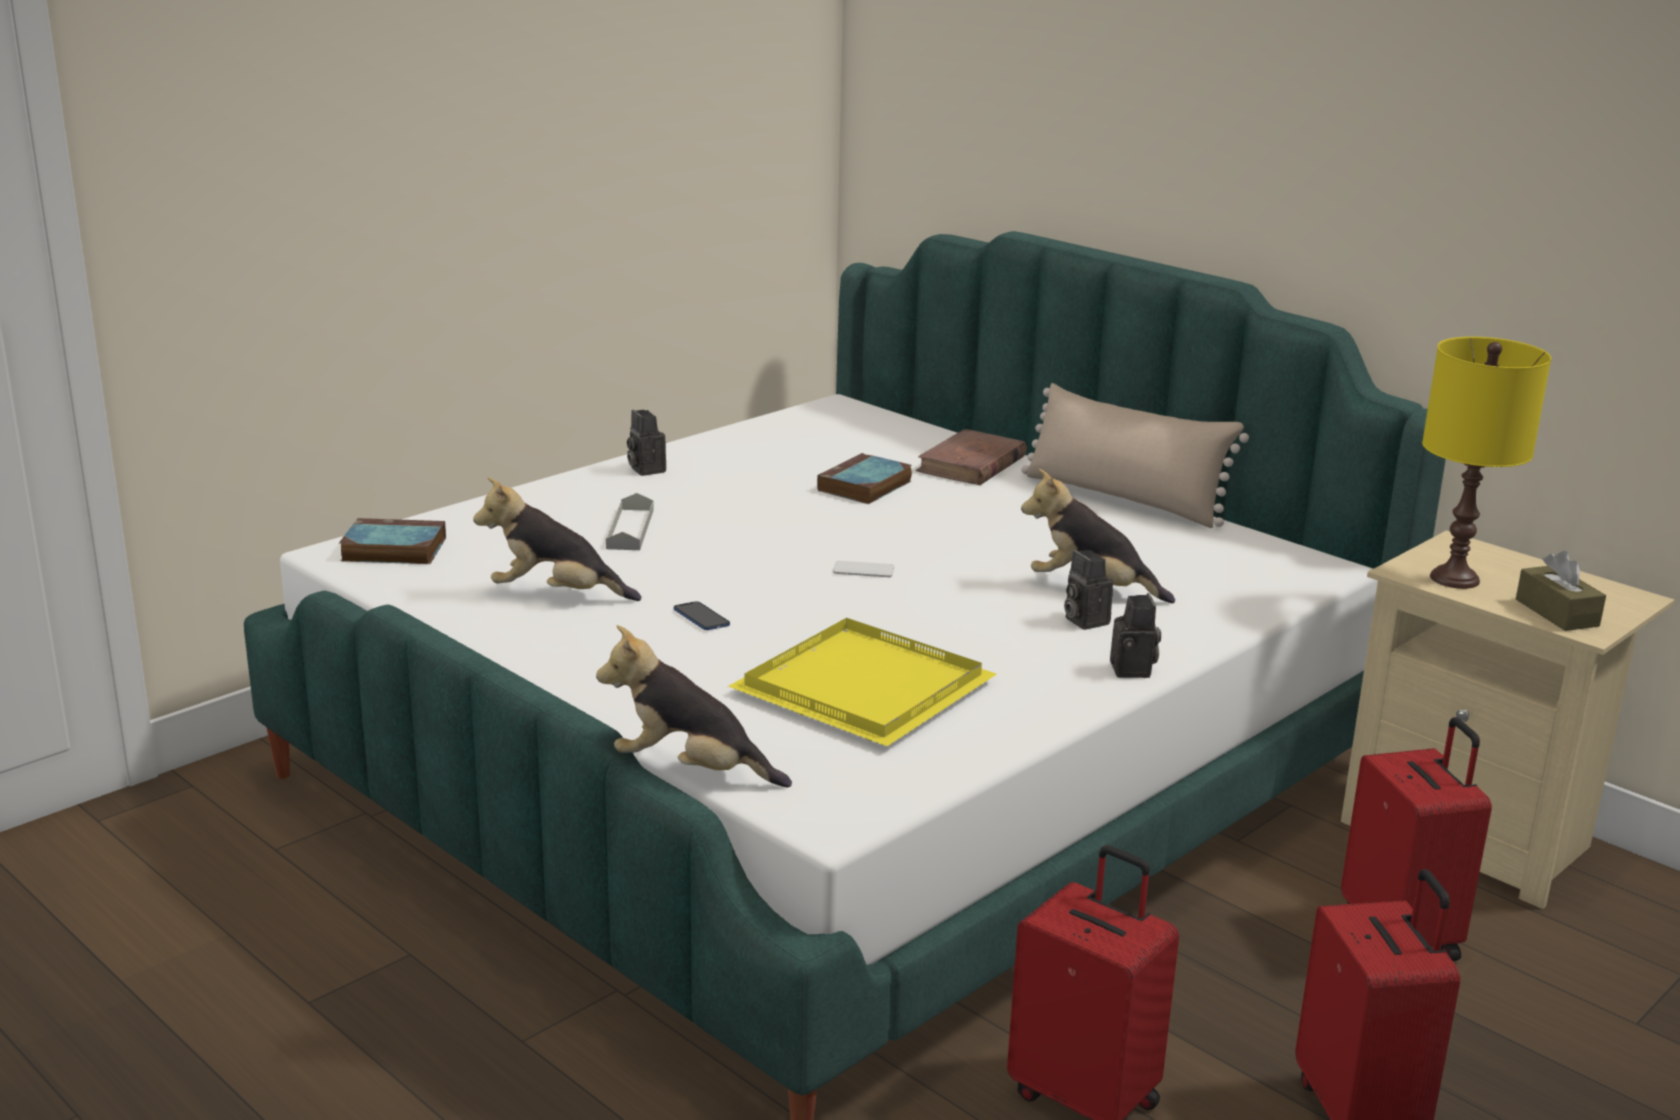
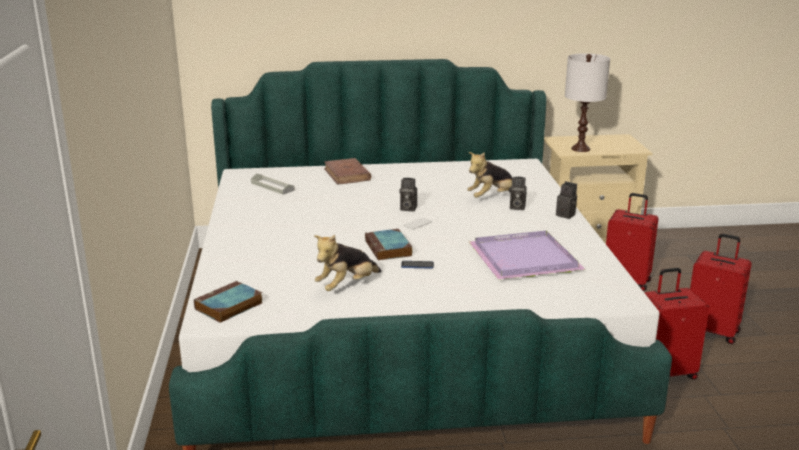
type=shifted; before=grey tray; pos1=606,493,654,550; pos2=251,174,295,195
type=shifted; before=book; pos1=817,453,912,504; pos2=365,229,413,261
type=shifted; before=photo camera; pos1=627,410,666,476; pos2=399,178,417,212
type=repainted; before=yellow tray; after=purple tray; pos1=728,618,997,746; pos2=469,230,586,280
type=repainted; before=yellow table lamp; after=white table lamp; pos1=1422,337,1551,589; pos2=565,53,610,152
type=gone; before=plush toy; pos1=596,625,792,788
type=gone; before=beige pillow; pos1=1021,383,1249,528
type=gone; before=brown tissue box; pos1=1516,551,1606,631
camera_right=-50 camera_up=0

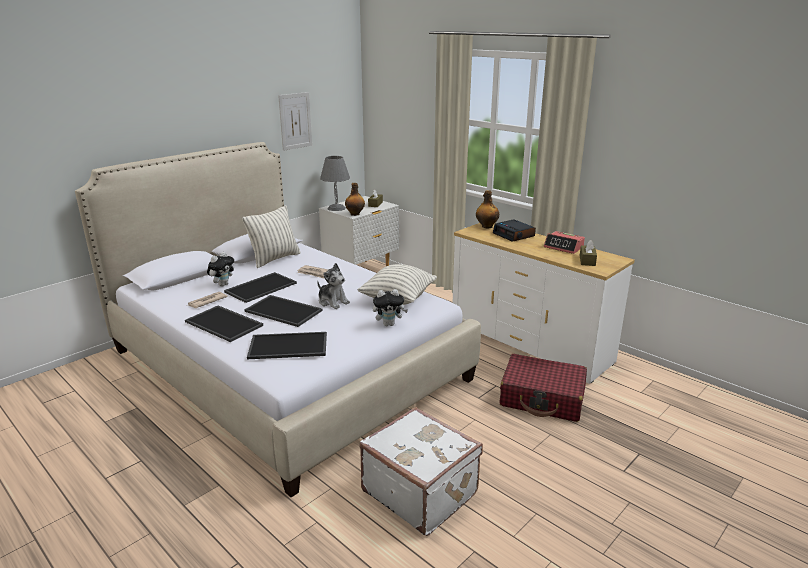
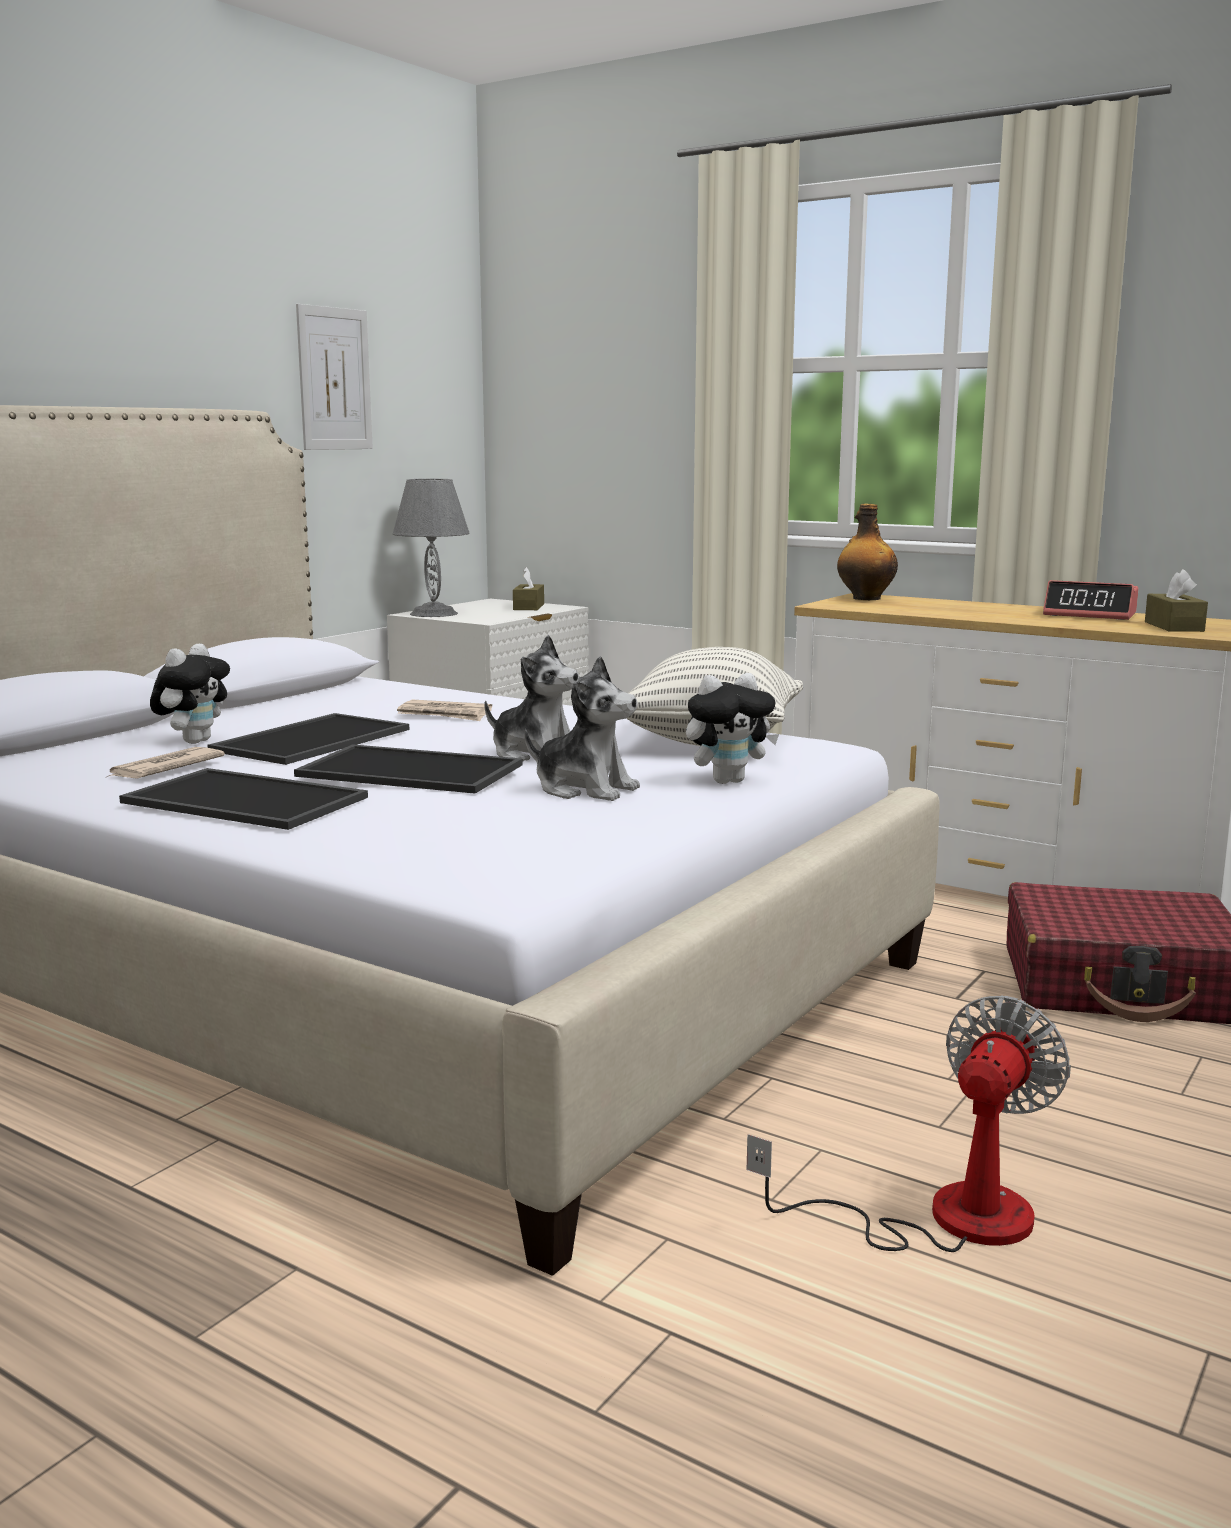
type=new; after=plush toy; pos2=524,656,640,801
type=swapped; before=white suitcase; after=fan; pos1=360,407,483,536; pos2=747,995,1071,1252
type=gone; before=pillow; pos1=242,206,301,268
type=gone; before=tray; pos1=247,332,327,359
type=gone; before=bottle; pos1=345,183,365,216
type=gone; before=alarm clock; pos1=493,219,536,242
camera_right=-10 camera_up=-10

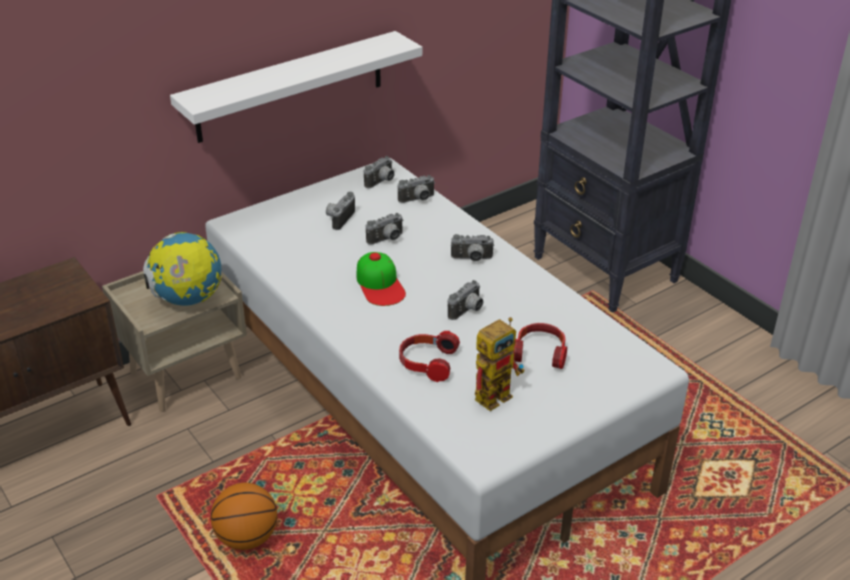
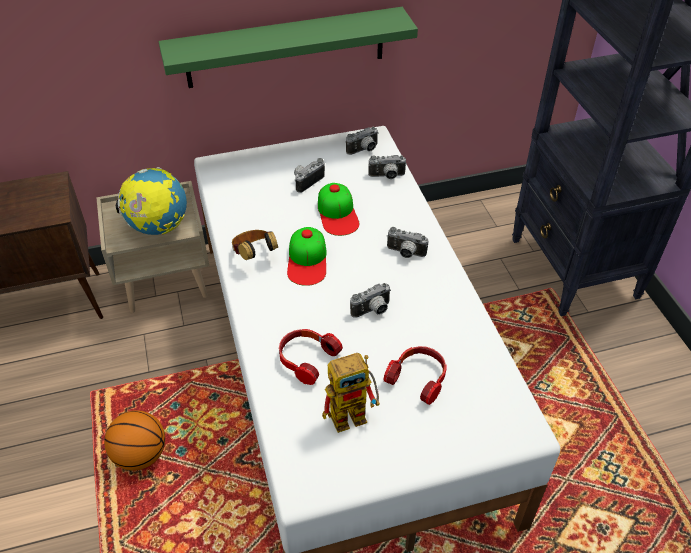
type=repainted; before=white shelf; after=green shelf; pos1=170,31,422,143; pos2=158,7,418,88
type=new; after=headphones; pos2=232,230,278,260
type=swapped; before=photo camera; after=cap; pos1=366,213,403,245; pos2=318,183,359,236
camera_right=20 camera_up=10

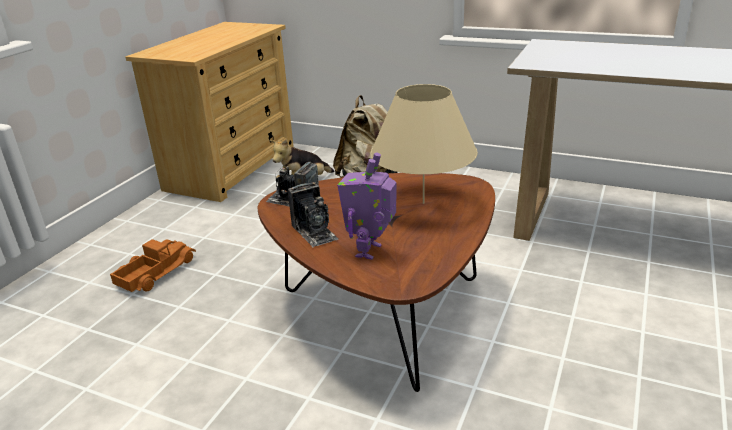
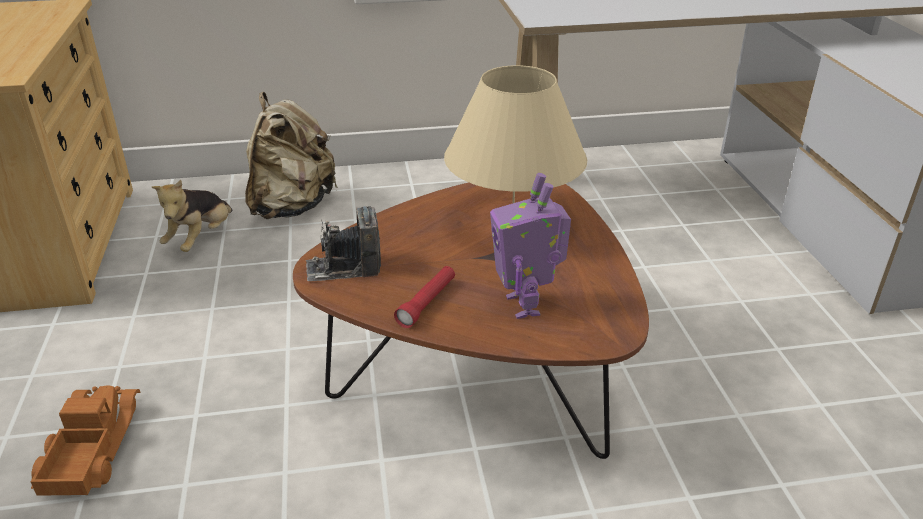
type=swapped; before=photo camera; after=red flashlight; pos1=288,182,338,247; pos2=394,266,455,328
camera_right=-35 camera_up=5

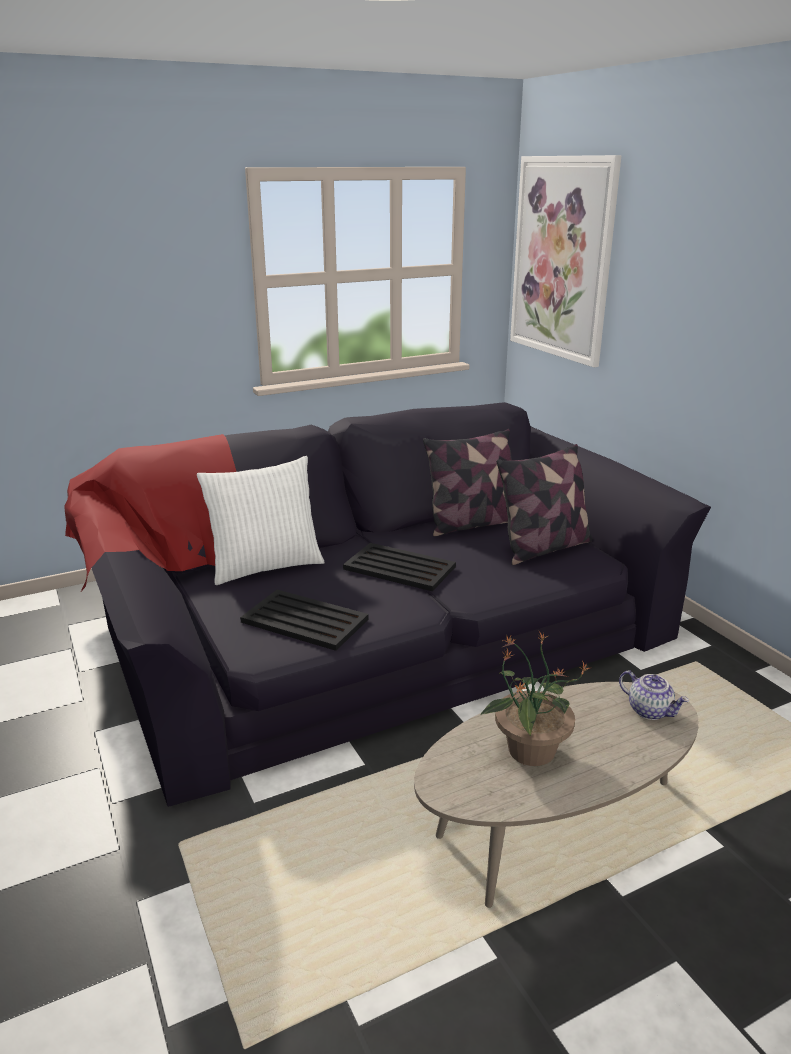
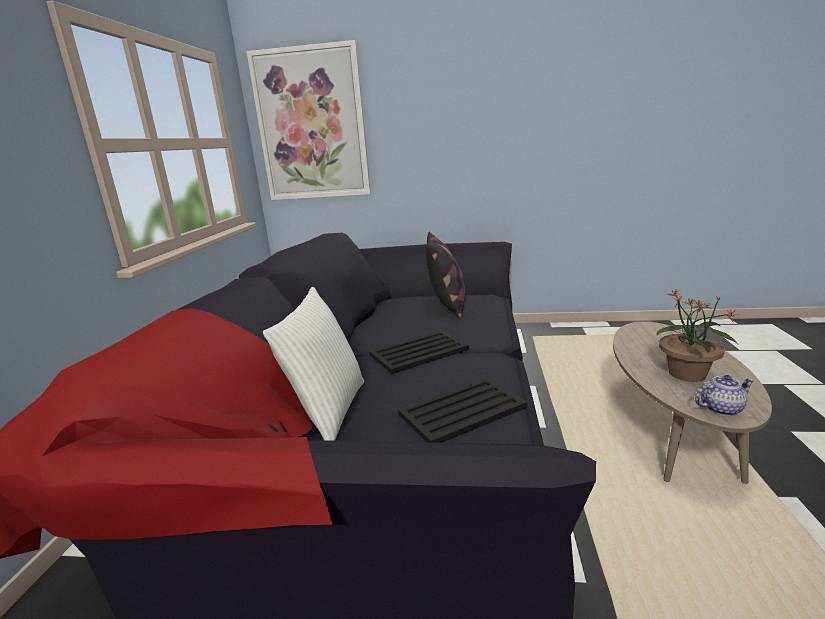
type=shifted; before=teapot; pos1=619,670,689,720; pos2=695,375,755,416
type=gone; before=pillow; pos1=423,429,512,536
camera_right=-55 camera_up=-5

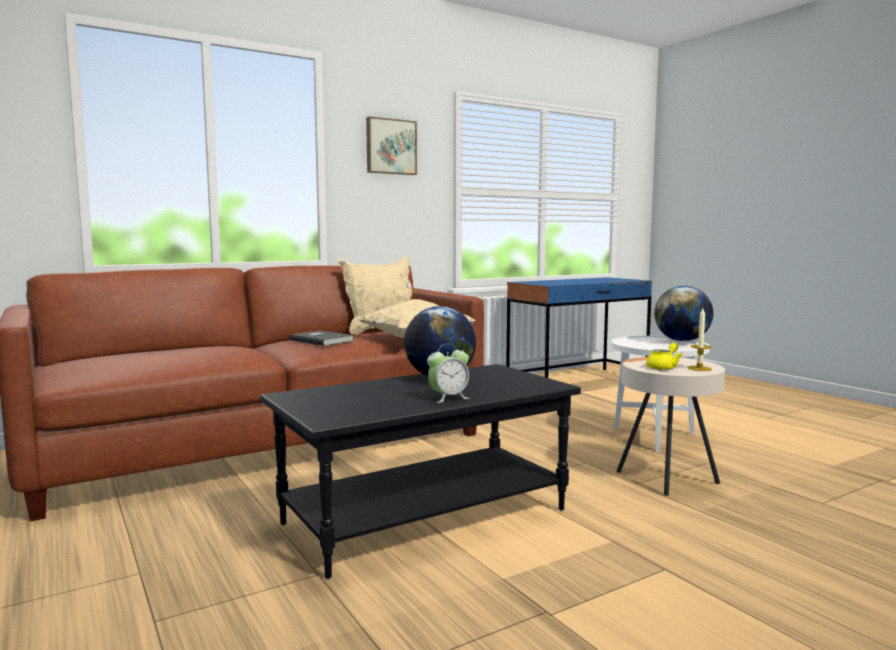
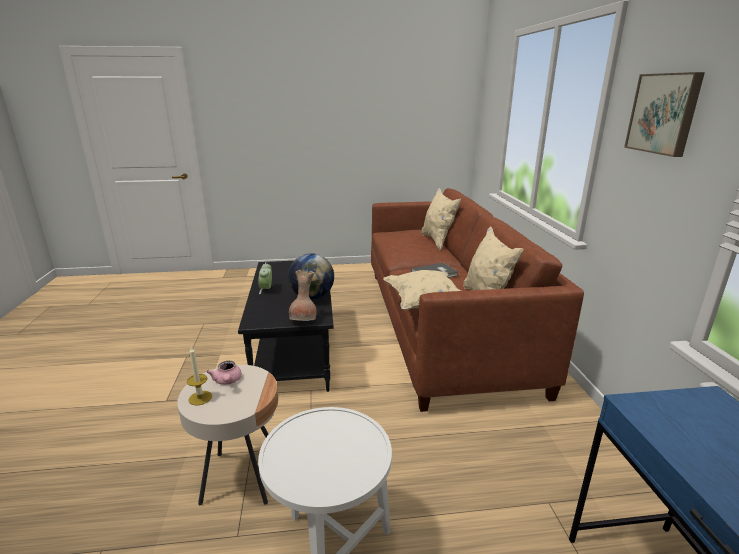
type=repainted; before=yellow teapot; after=pink teapot; pos1=646,343,683,370; pos2=207,361,242,385
type=new; after=brown vase; pos2=289,270,317,321
type=new; after=beige pillow; pos2=421,188,461,250
type=gone; before=globe; pos1=654,286,713,341
camera_right=115 camera_up=15

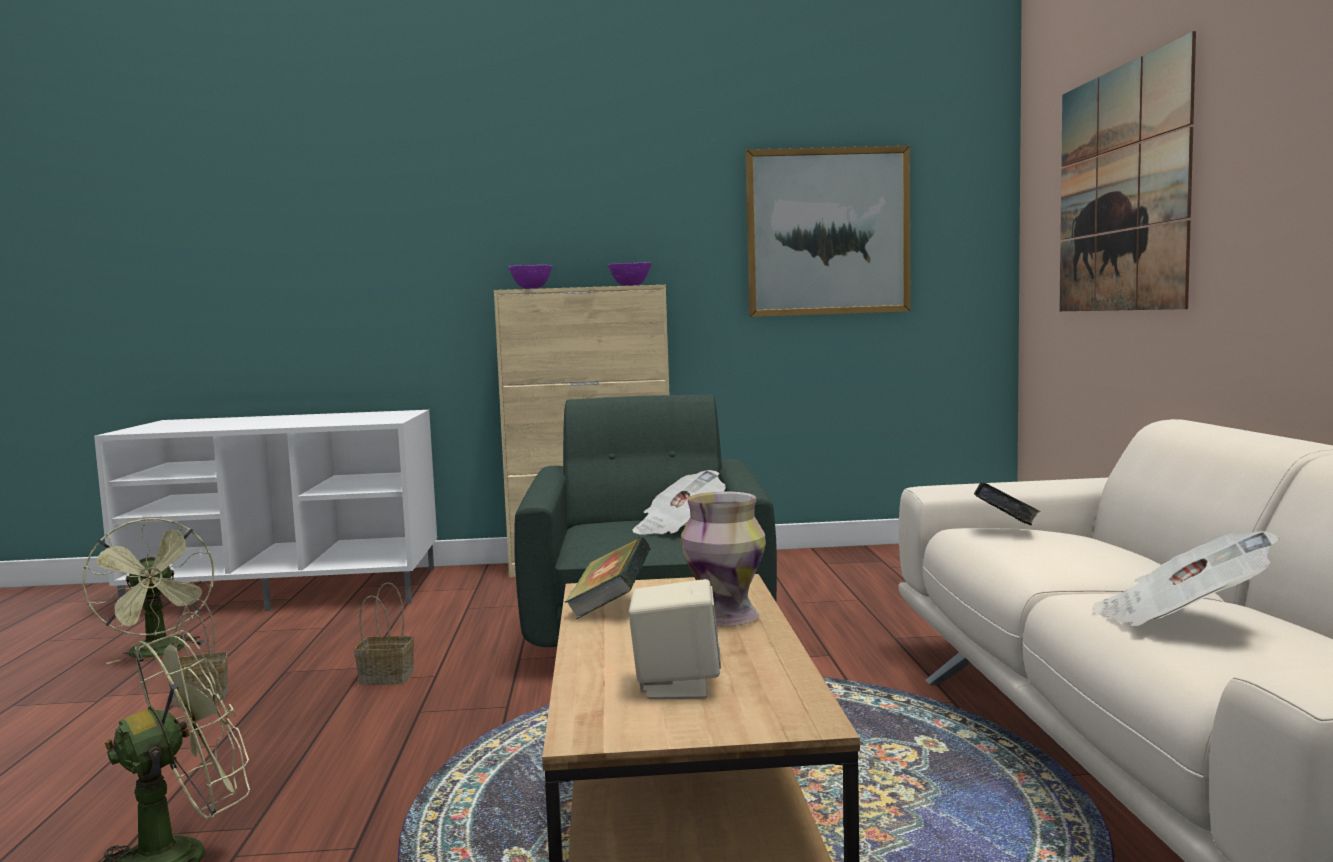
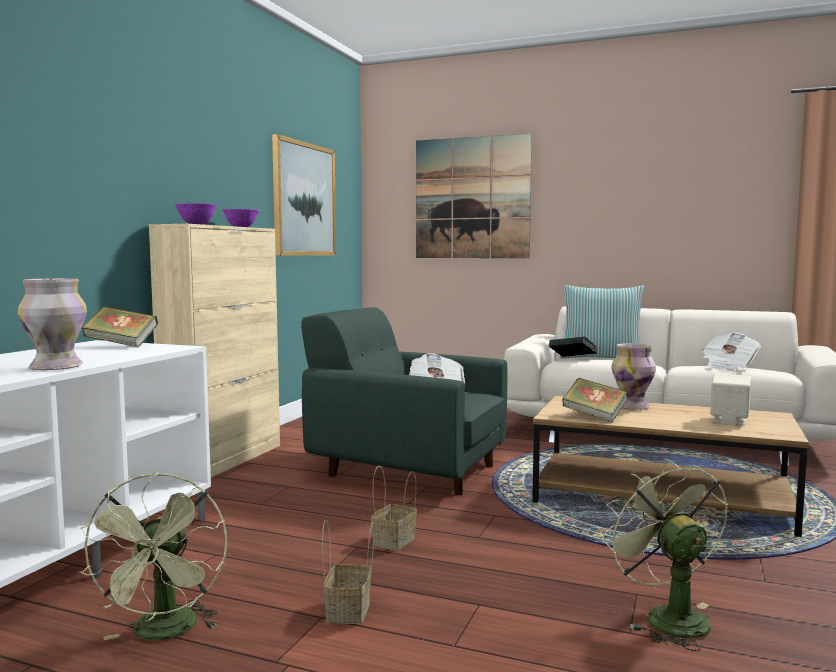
type=new; after=vase; pos2=18,278,87,370
type=rotated; before=green fan; pos1=83,518,214,664; pos2=78,472,227,640; turn=90
type=new; after=book; pos2=82,306,158,348
type=new; after=pillow; pos2=560,285,644,358
camera_right=-65 camera_up=0

